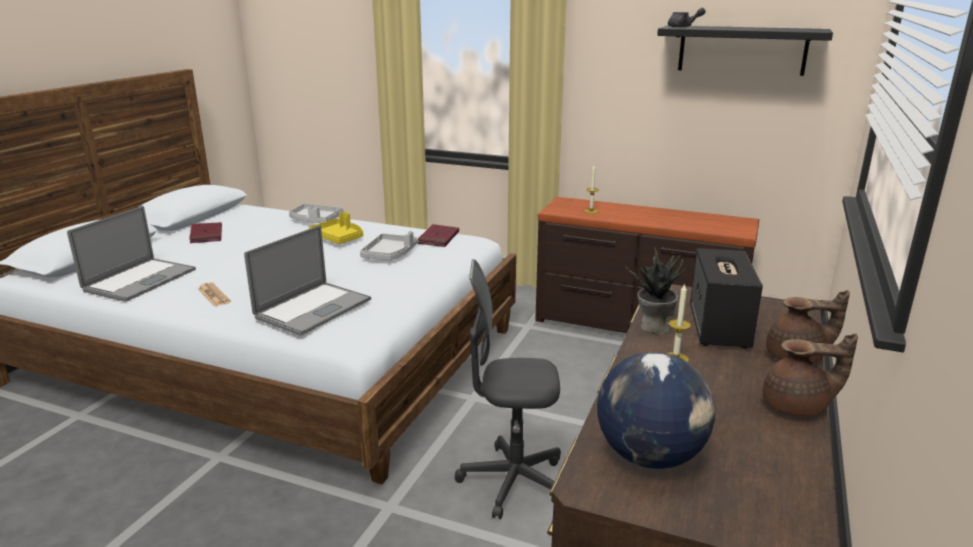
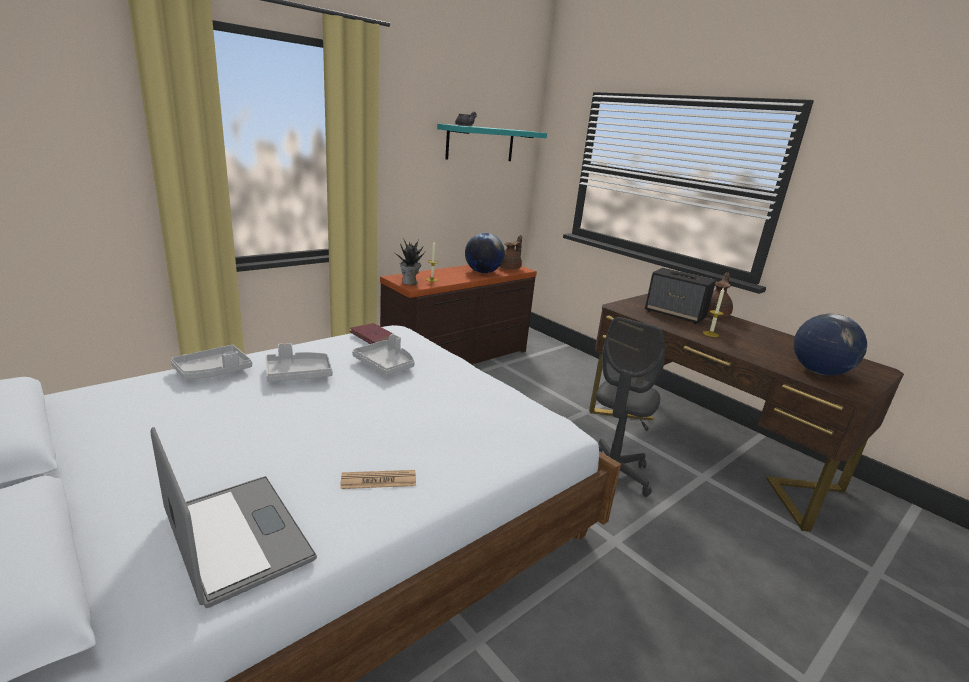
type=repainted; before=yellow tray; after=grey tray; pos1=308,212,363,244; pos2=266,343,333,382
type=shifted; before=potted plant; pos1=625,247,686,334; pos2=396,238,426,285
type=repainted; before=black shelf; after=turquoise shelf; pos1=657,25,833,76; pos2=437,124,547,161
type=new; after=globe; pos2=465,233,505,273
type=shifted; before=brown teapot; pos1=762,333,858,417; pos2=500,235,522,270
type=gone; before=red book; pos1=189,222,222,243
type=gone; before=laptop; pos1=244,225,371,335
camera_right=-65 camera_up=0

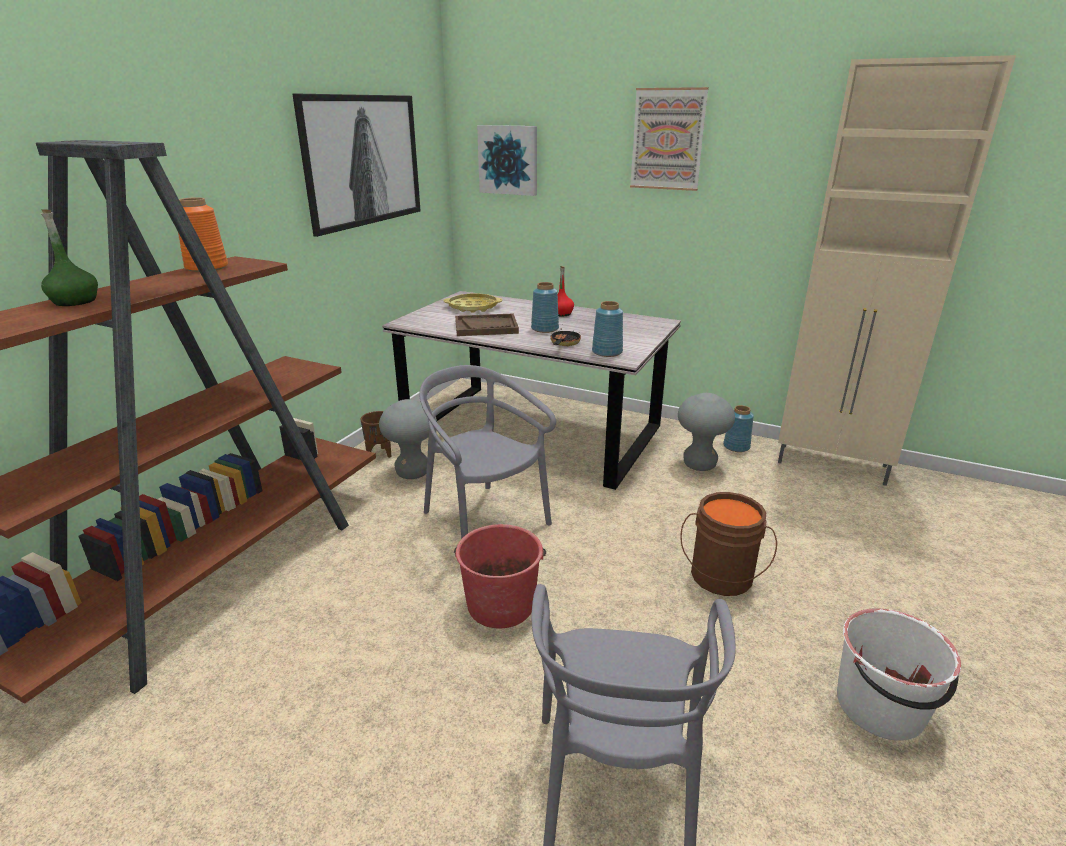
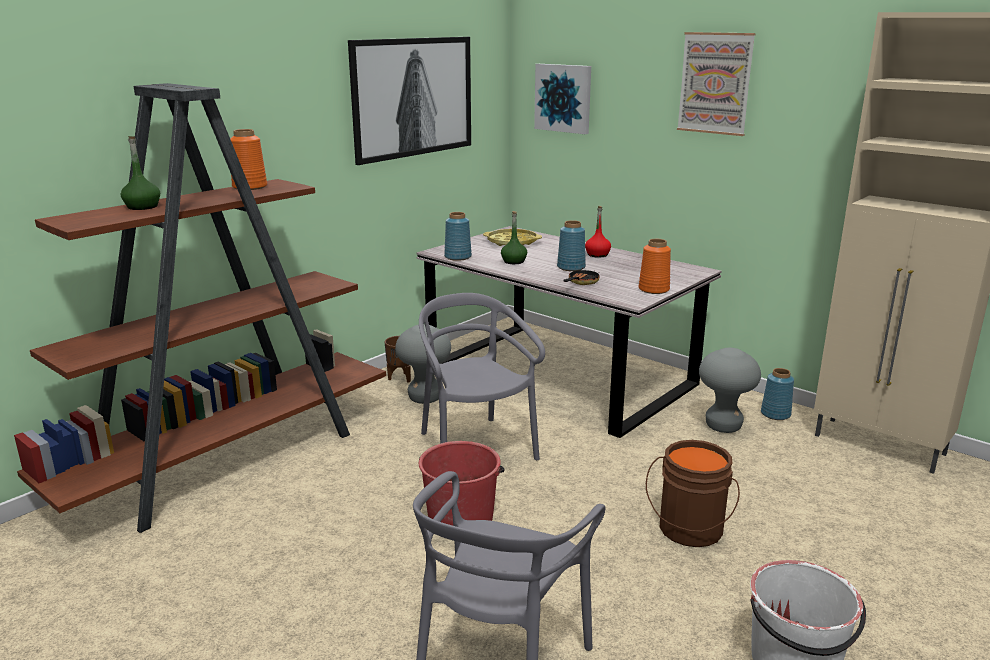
type=shifted; before=blue vase; pos1=592,301,623,357; pos2=444,212,472,261
type=swapped; before=brown tray; after=green bottle; pos1=455,314,519,336; pos2=501,211,527,264
type=new; after=orange vase; pos2=639,239,671,294
camera_right=15 camera_up=-5

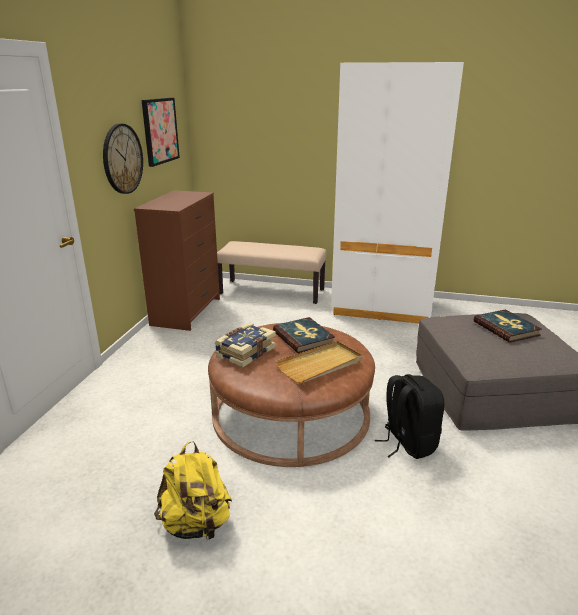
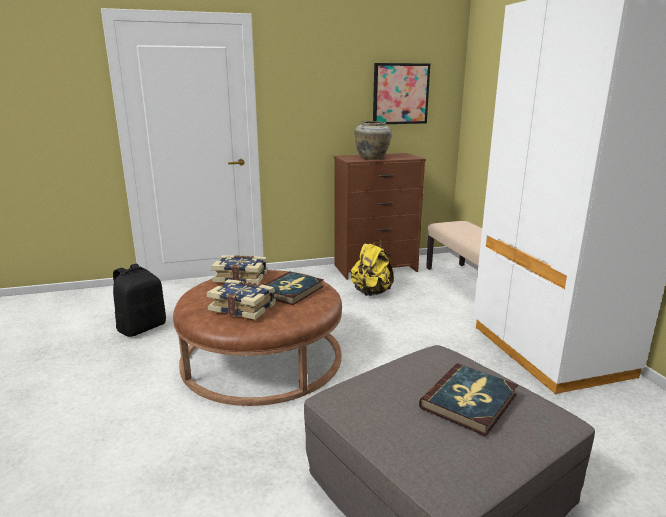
type=shifted; before=black backpack; pos1=375,374,444,459; pos2=113,264,166,337
type=swapped; before=beige tray; after=book; pos1=276,341,362,383; pos2=207,279,276,320
type=shifted; before=yellow backpack; pos1=154,441,232,541; pos2=351,240,394,296
type=new; after=beige vase; pos2=355,121,392,160
type=gone; before=wall clock; pos1=103,124,143,194
camera_right=60 camera_up=-5

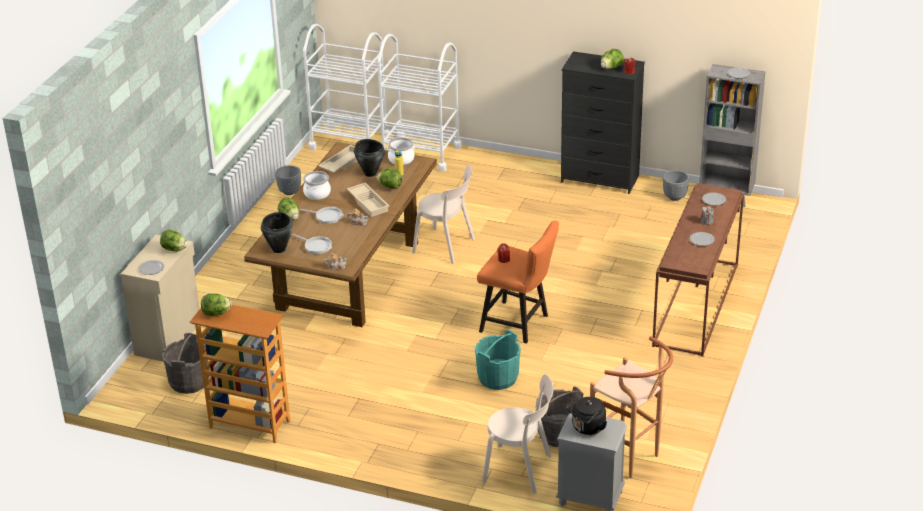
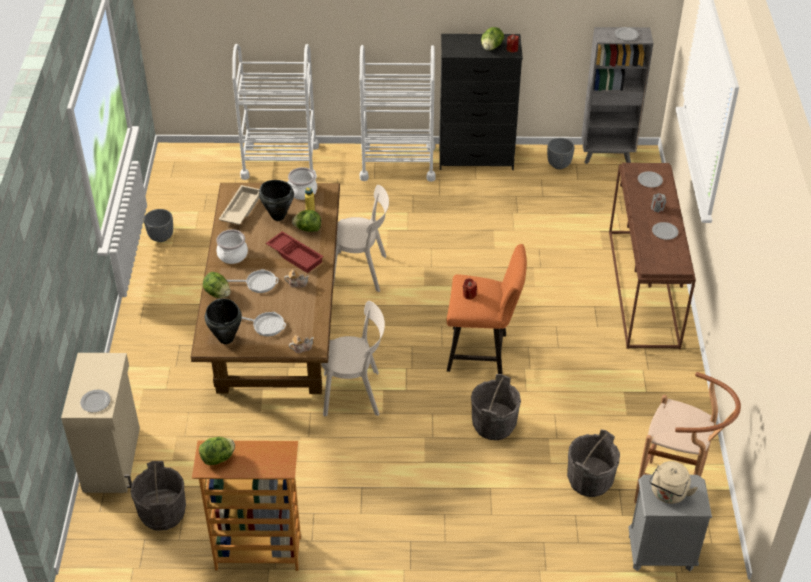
type=repainted; before=beige tray; after=red tray; pos1=347,183,389,217; pos2=266,231,324,273
type=shifted; before=beige chair; pos1=482,374,553,494; pos2=321,301,385,416
type=shifted; before=white cart; pos1=303,24,390,150; pos2=360,45,436,182
type=repainted; before=turquoise bucket; after=grey bucket; pos1=475,330,521,390; pos2=471,374,521,440
type=repainted; before=black kettle; after=beige kettle; pos1=566,396,607,435; pos2=649,461,698,504
type=gone; before=lettuce; pos1=160,230,188,252
camera_right=-20 camera_up=10

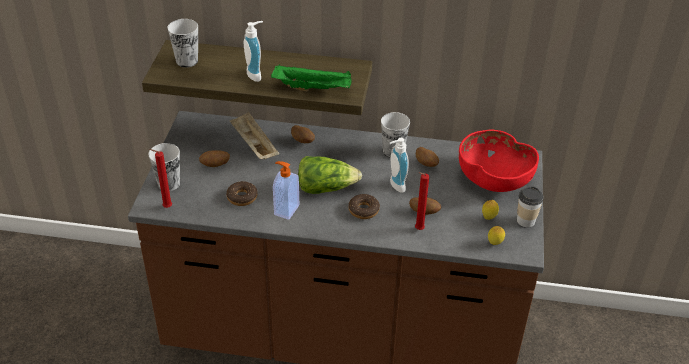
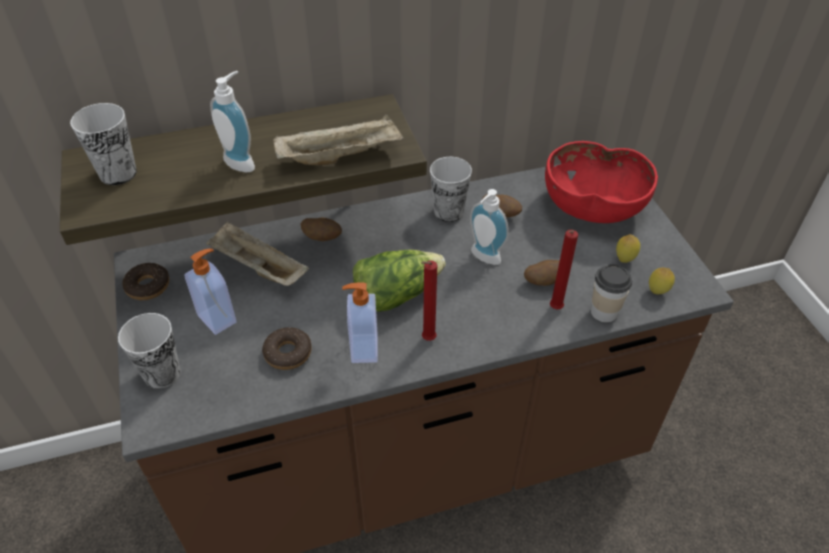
type=shifted; before=donut; pos1=348,194,380,219; pos2=122,263,169,300
type=swapped; before=potato; after=soap dispenser; pos1=199,150,230,167; pos2=184,248,237,335
type=repainted; before=green tray; after=beige tray; pos1=271,64,352,92; pos2=273,114,404,165
type=shifted; before=red candle; pos1=149,149,172,208; pos2=421,261,437,341
type=shifted; before=cup; pos1=517,187,543,228; pos2=591,264,633,323
camera_right=-25 camera_up=5

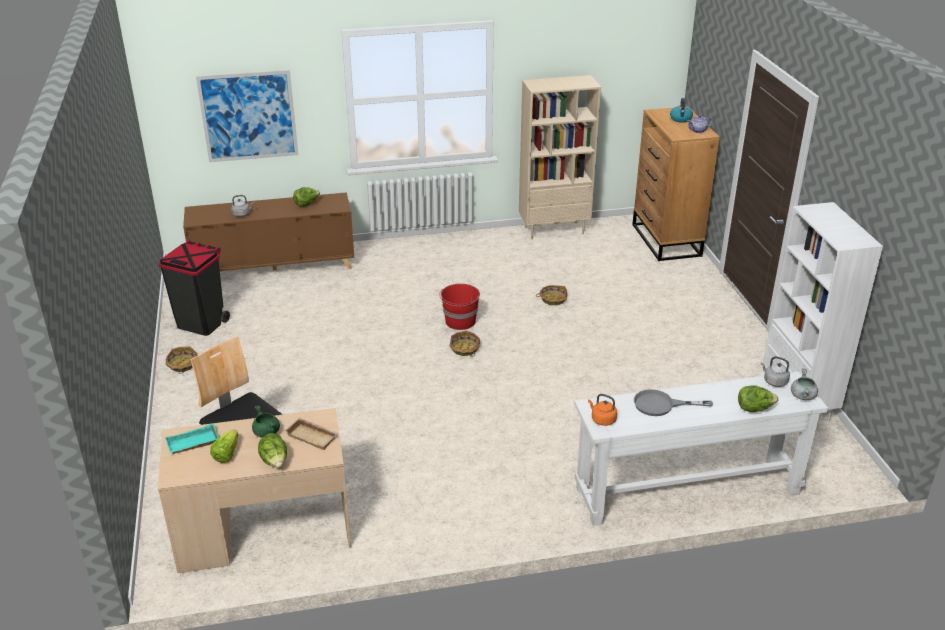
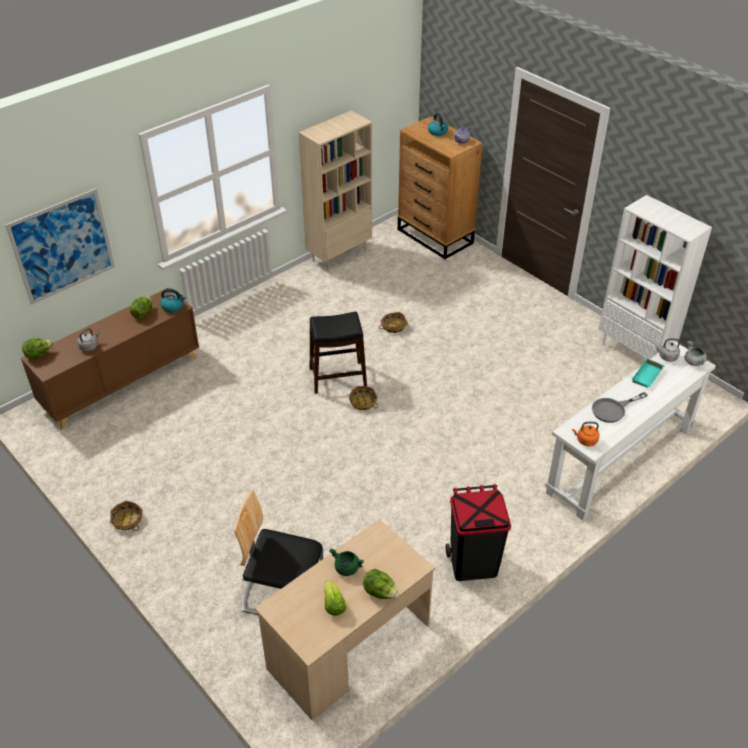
type=shifted; before=lettuce; pos1=738,385,779,412; pos2=22,338,53,359
type=new; after=kettle; pos2=160,289,186,312
type=swapped; before=red bucket; after=black stool; pos1=439,284,480,330; pos2=310,312,367,394
type=shifted; before=black trash can; pos1=159,240,230,336; pos2=446,484,511,581
type=shifted; before=turquoise tray; pos1=165,423,219,454; pos2=632,358,665,387
type=gone; before=beige tray; pos1=284,418,339,450
camera_right=-30 camera_up=10

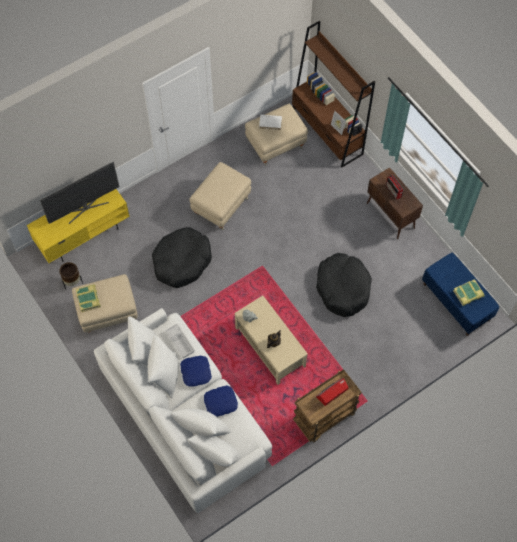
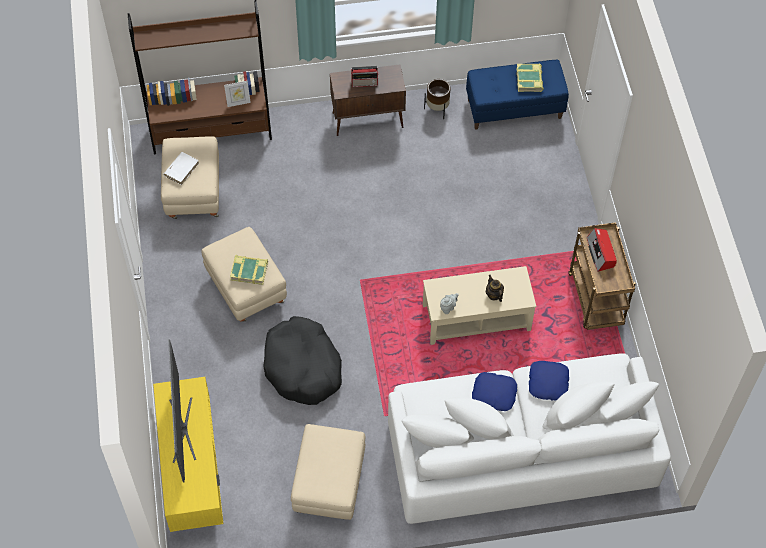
type=shifted; before=book; pos1=76,284,101,312; pos2=230,255,268,285
type=shifted; before=brown planter; pos1=59,262,83,290; pos2=424,79,450,119
type=gone; before=white tray; pos1=165,324,195,358
type=gone; before=black dog bed; pos1=316,253,372,317
camera_right=-65 camera_up=-5

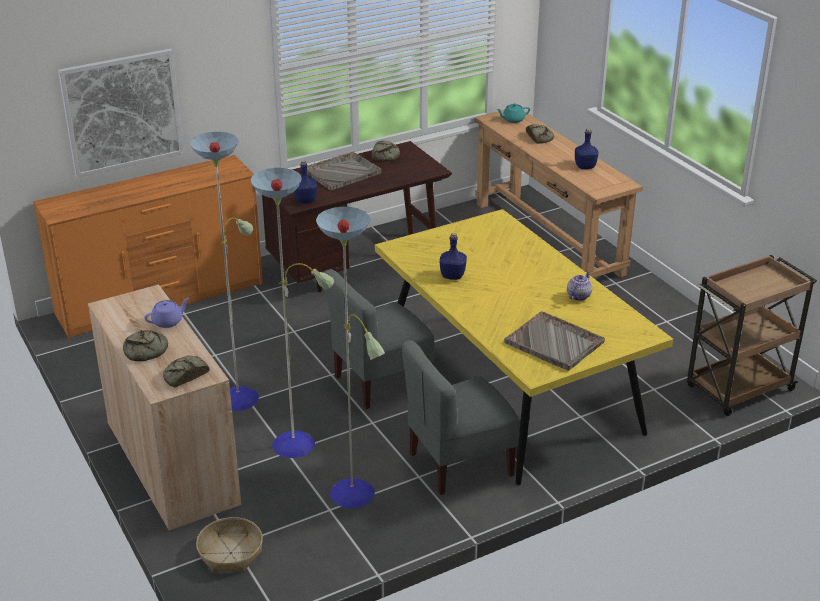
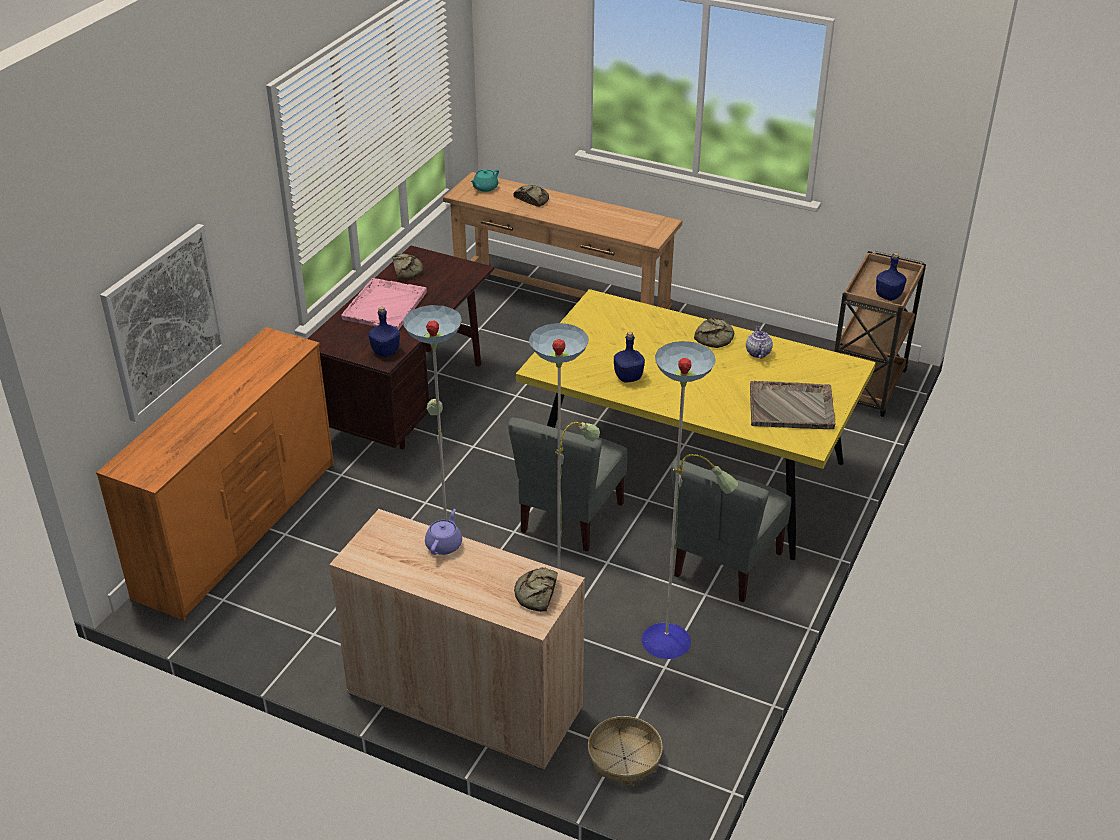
type=repainted; before=grey tray; after=pink tray; pos1=307,152,382,190; pos2=341,278,427,330
type=shifted; before=bread; pos1=123,330,168,361; pos2=694,318,734,348
type=shifted; before=blue bottle; pos1=575,128,598,169; pos2=876,252,907,301
camera_right=-35 camera_up=5

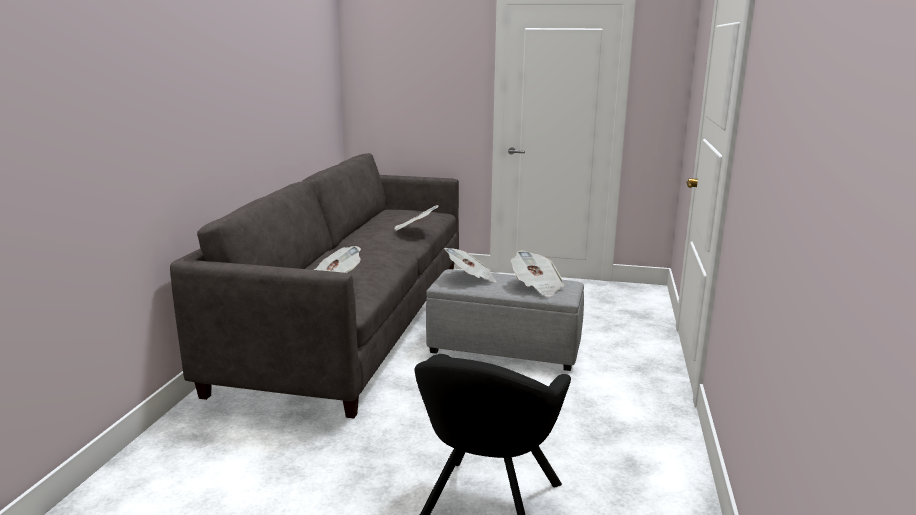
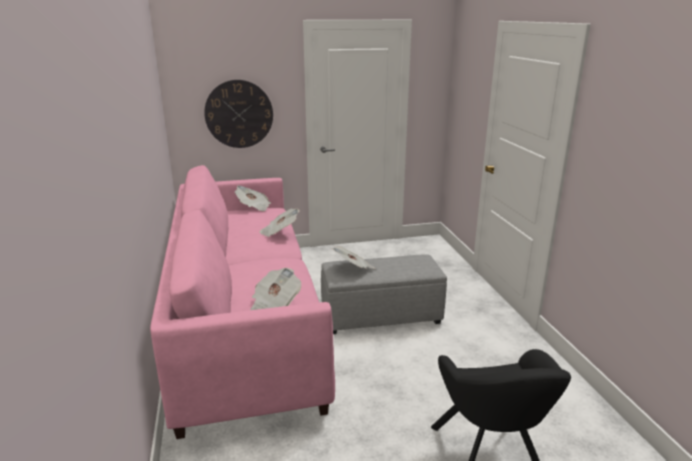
type=repainted; before=grey sofa; after=pink sofa; pos1=170,153,459,419; pos2=150,165,335,439
type=new; after=wall clock; pos2=204,80,273,148
type=shifted; before=newspaper; pos1=511,250,565,297; pos2=235,185,271,211
camera_right=-25 camera_up=5

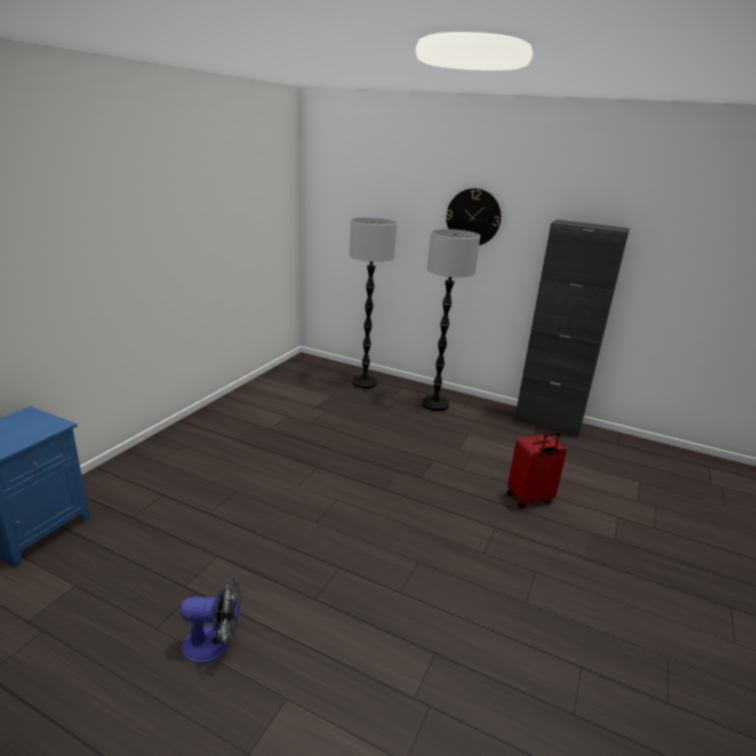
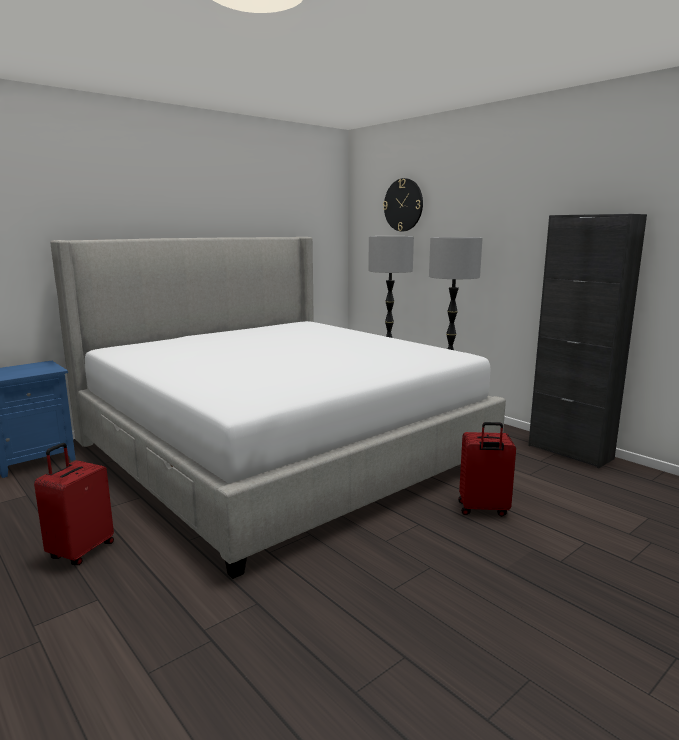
type=swapped; before=fan; after=red suitcase; pos1=180,579,241,663; pos2=34,443,114,565
type=new; after=bed; pos2=50,237,506,579
type=shifted; before=wall clock; pos1=446,188,501,245; pos2=383,178,423,231
camera_right=25 camera_up=-10

